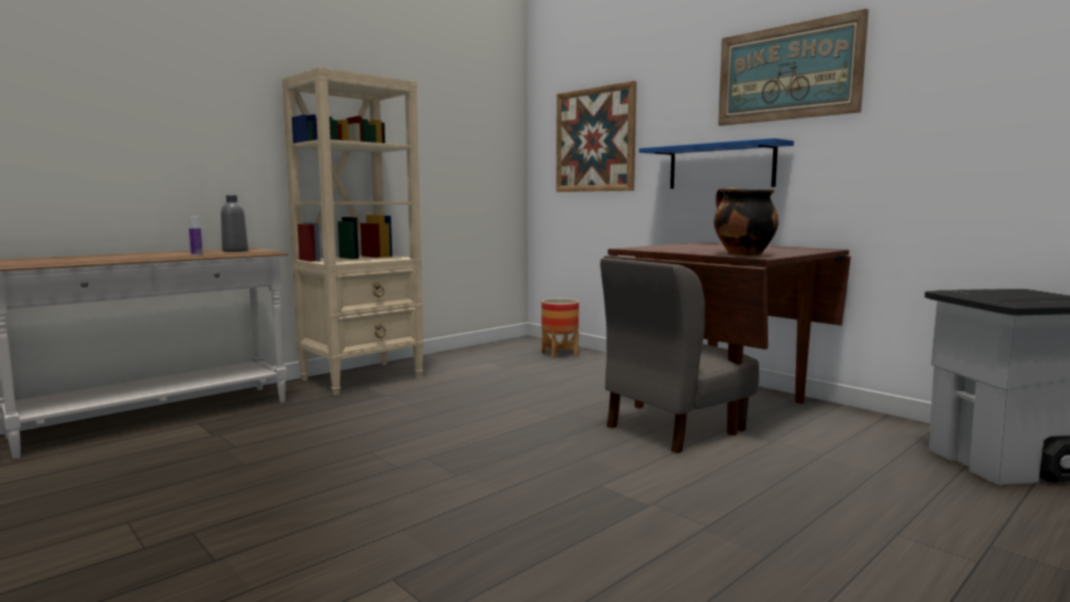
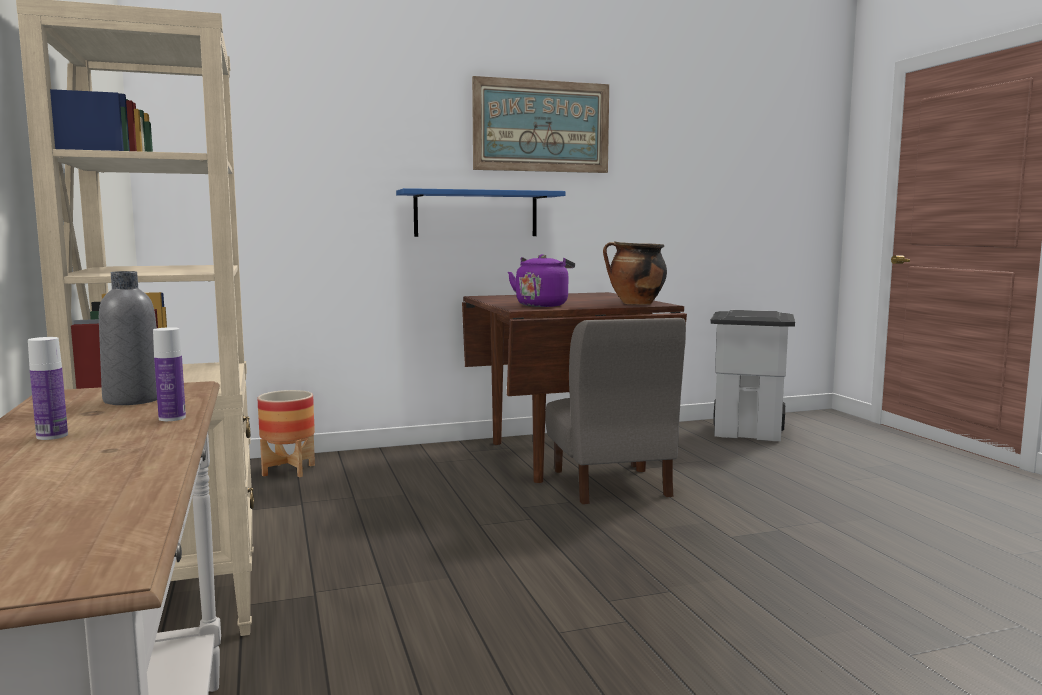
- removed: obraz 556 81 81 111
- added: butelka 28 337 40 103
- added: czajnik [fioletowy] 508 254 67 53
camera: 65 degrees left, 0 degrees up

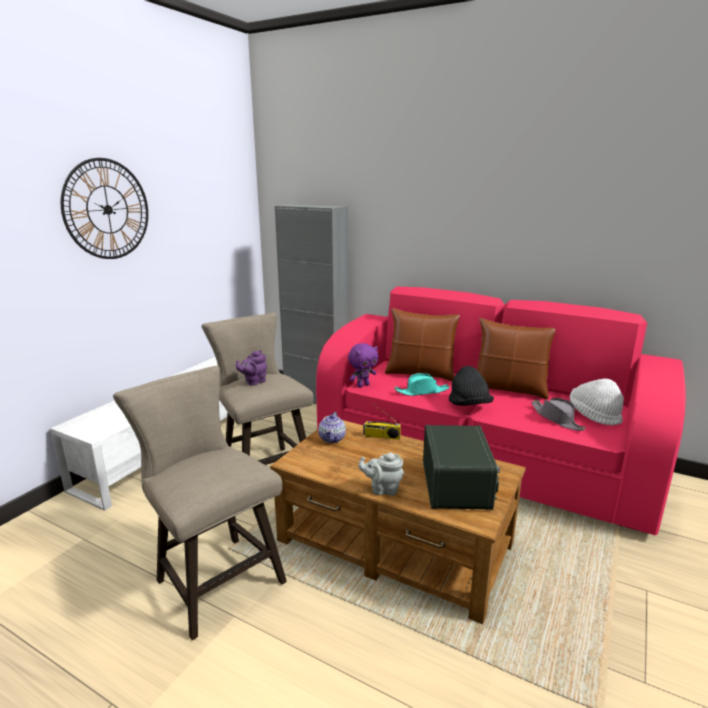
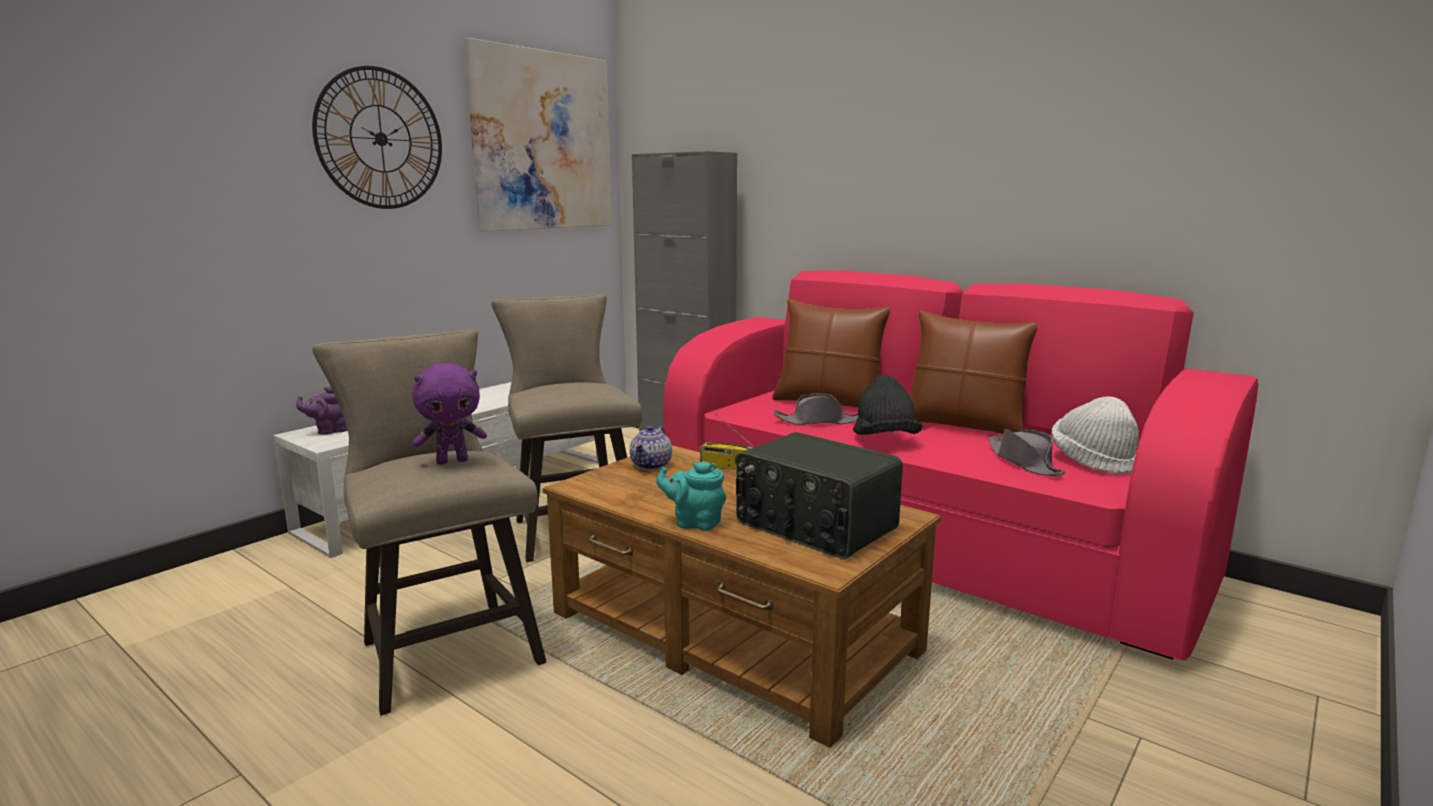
- moved: imbryk [fioletowy] 236 350 31 36 to 296 386 51 49
- moved: pluszak [fioletowy] 348 343 30 45 to 412 363 75 101
- recoloured: imbryk [szary] 358 453 46 43 to imbryk [turkusowy] 656 461 70 70
- recoloured: kapelusz [turkusowy] 394 373 56 23 to kapelusz [szary] 774 393 85 32
- turned: radio 423 425 77 85 = 736 432 167 127 120 degrees clockwise
- added: obraz 464 38 148 193
camera: 10 degrees right, 5 degrees down

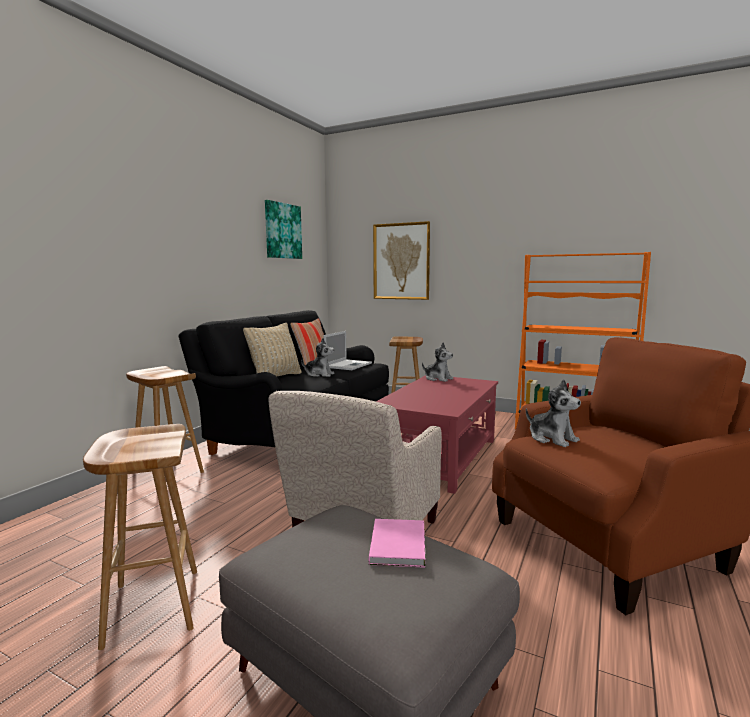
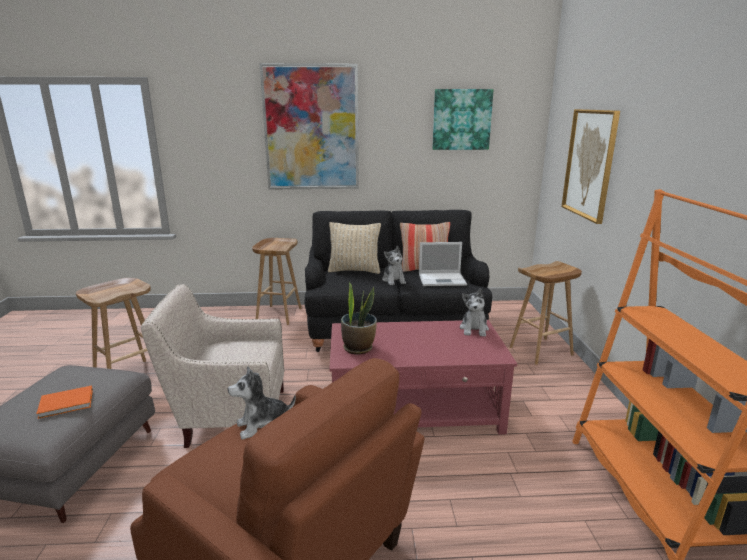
- recoloured: książka [różowy] 369 519 56 49 to książka [pomarańczowy] 36 385 57 34
- turned: pluszak 526 379 55 68 = 228 366 68 74 45 degrees clockwise
- added: obraz 259 63 100 126
- added: roślina doniczkowa 341 282 36 72
camera: 60 degrees right, 10 degrees up

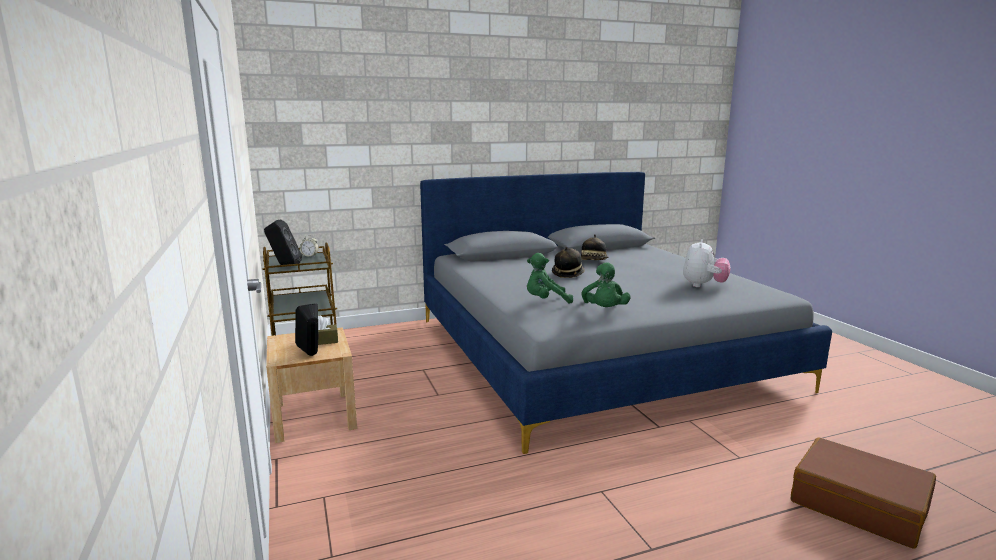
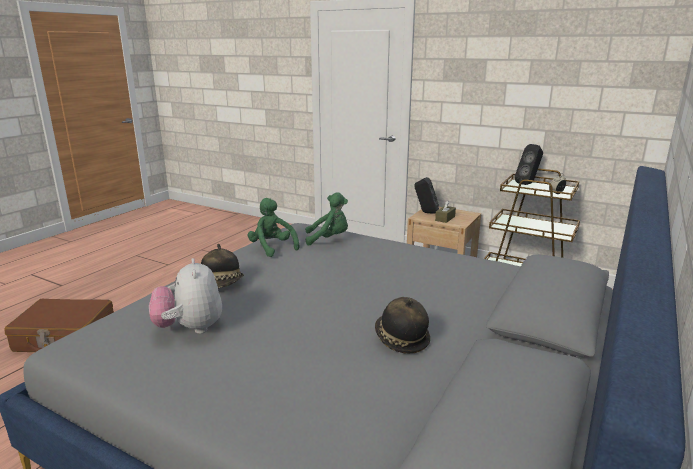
- turned: pluszak [zielony] 527 253 46 51 = 305 192 43 54 45 degrees clockwise
- moved: kapelusz 552 247 33 31 to 201 244 43 44
camera: 140 degrees right, 5 degrees up

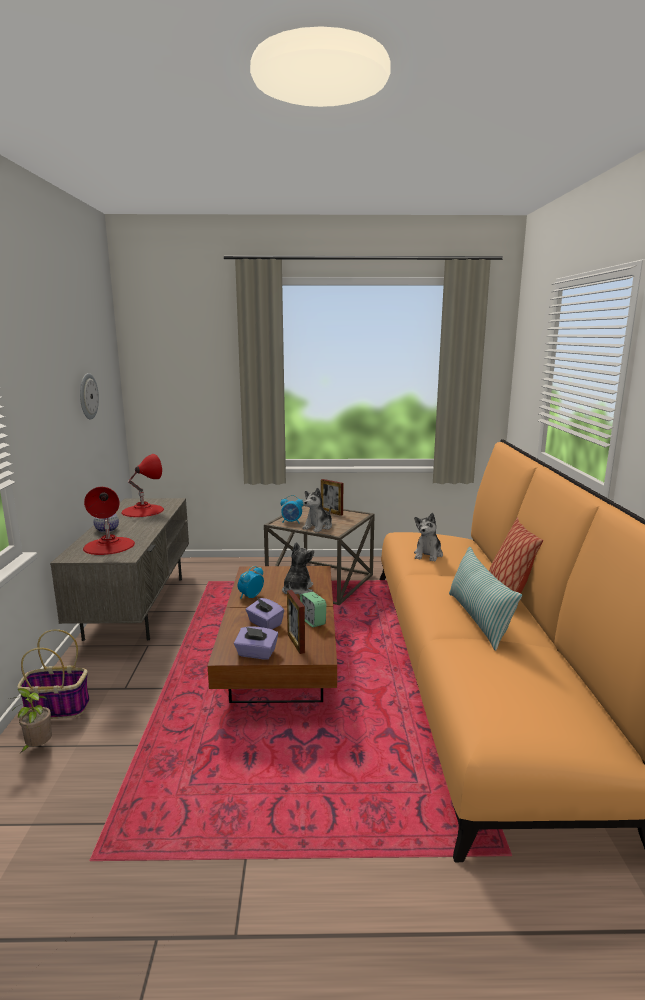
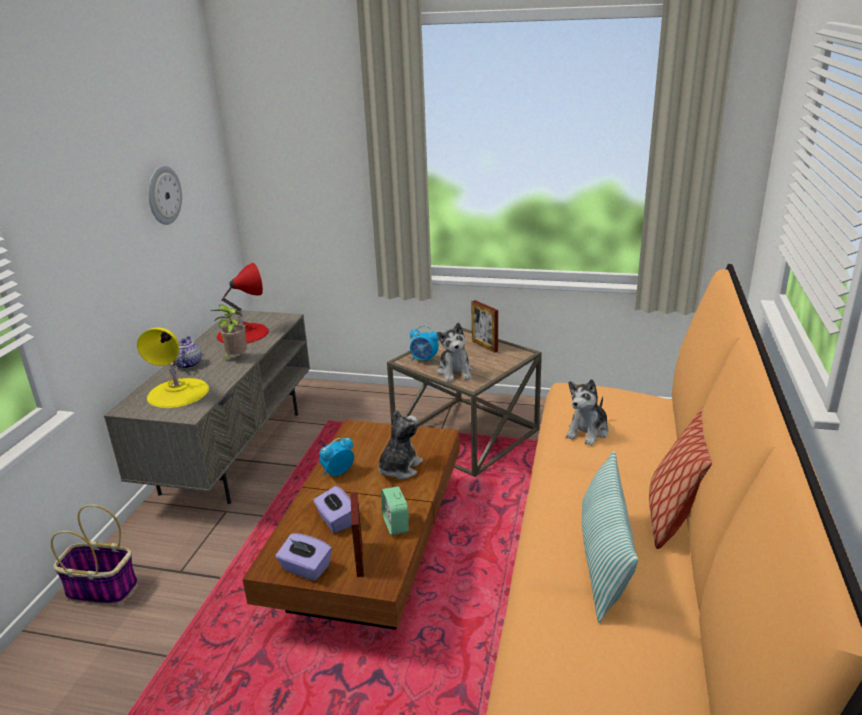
- moved: roślina doniczkowa 10 688 42 65 to 211 304 36 56
- recoloured: lampa stołowa [czerwony] 83 487 52 68 to lampa stołowa [żółty] 137 328 72 80
- turned: pluszak 302 488 30 44 = 437 323 35 59 60 degrees counterclockwise
camera: 15 degrees right, 10 degrees up

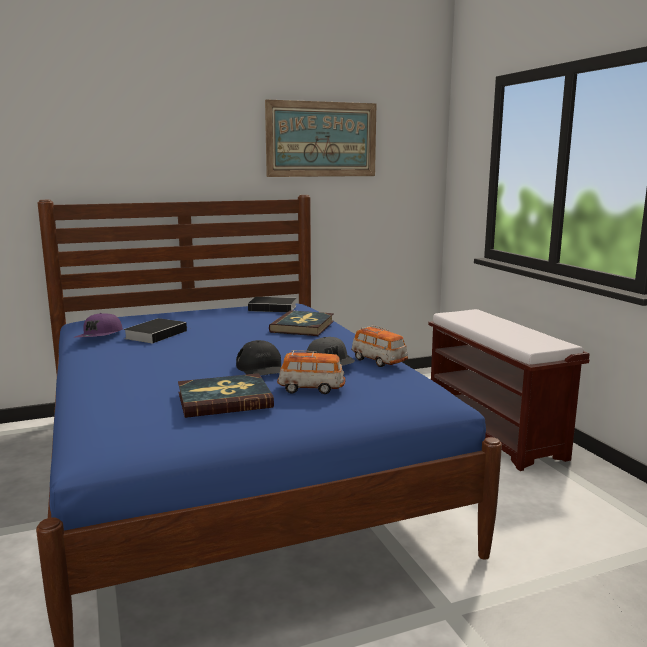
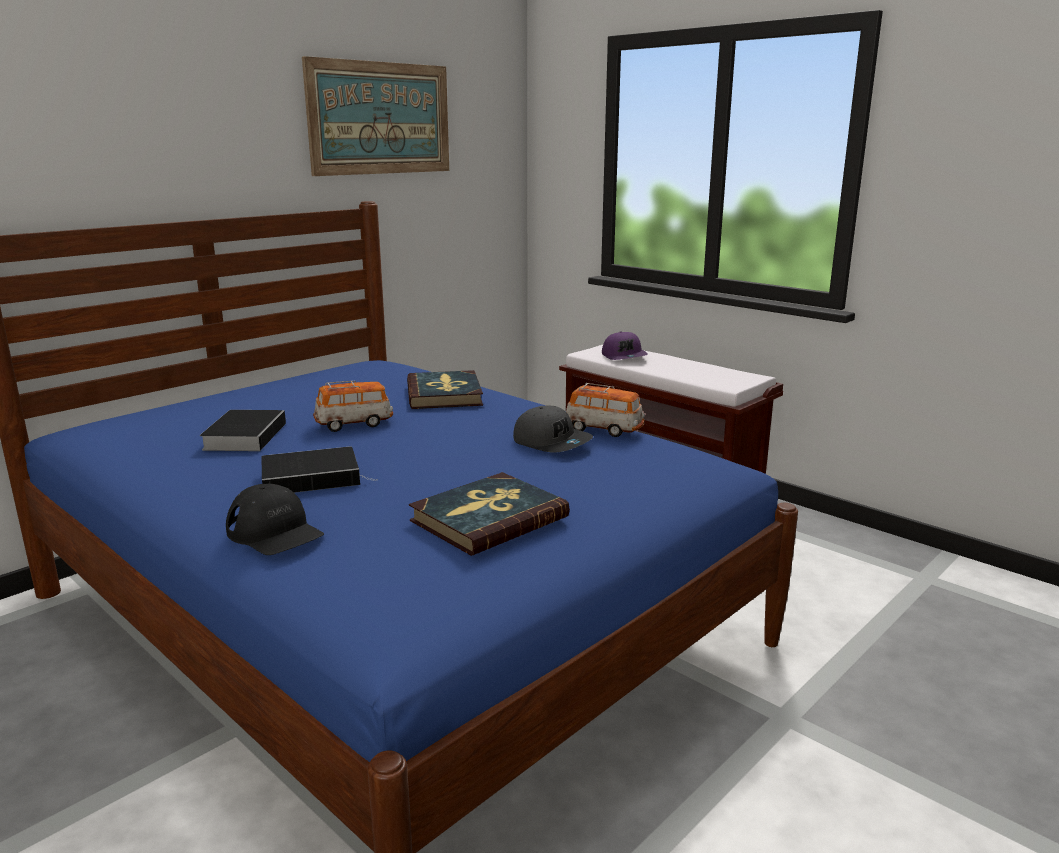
- moved: czapka z daszkiem [fioletowy] 75 313 48 24 to 602 332 46 28
- moved: czapka z daszkiem [czarny] 236 340 45 36 to 226 484 98 71
- moved: książka 248 297 49 15 to 261 446 117 47
- moved: samochodzik 277 350 69 44 to 313 380 80 52
camera: 25 degrees left, 5 degrees up

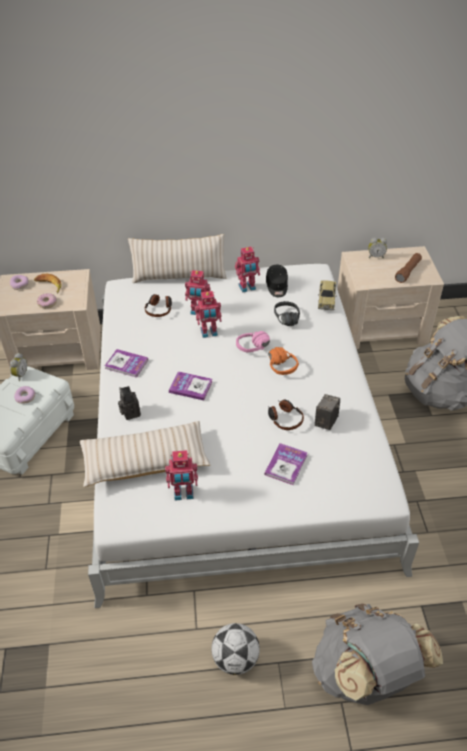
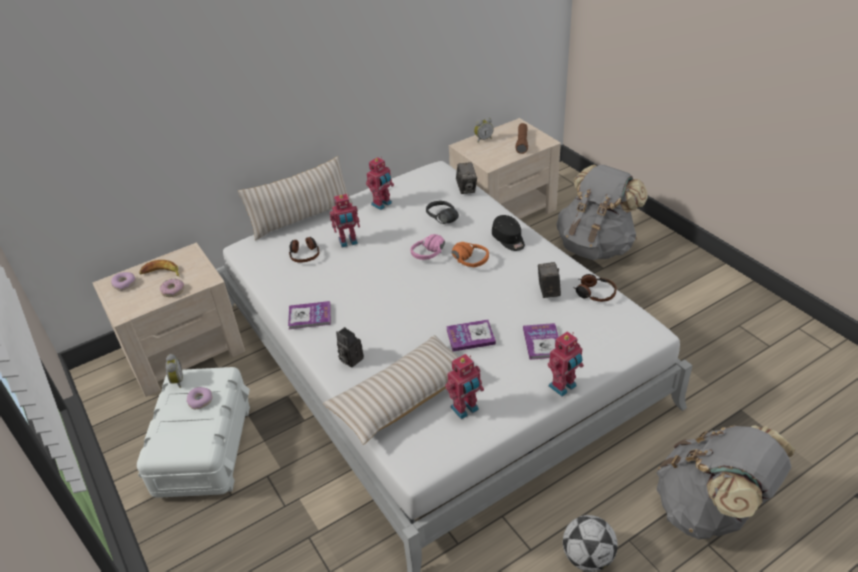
- moved: książka 169 371 44 29 to 446 319 50 33
- moved: robot zabawkowy 195 291 27 47 to 548 331 36 66
- moved: czapka z daszkiem [czarny] 266 265 22 32 to 492 215 33 36
- moved: słuchawki 268 400 36 30 to 573 274 44 28
- replaced: samochodzik 318 281 19 29 to aparat fotograficzny 456 162 21 32
camera: 25 degrees left, 5 degrees down

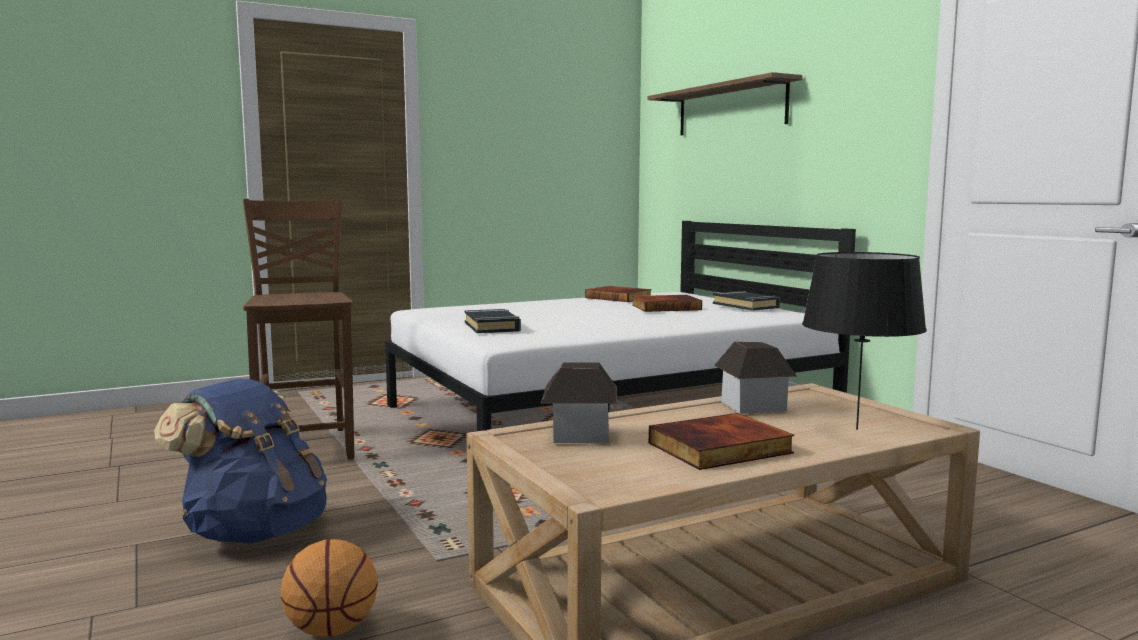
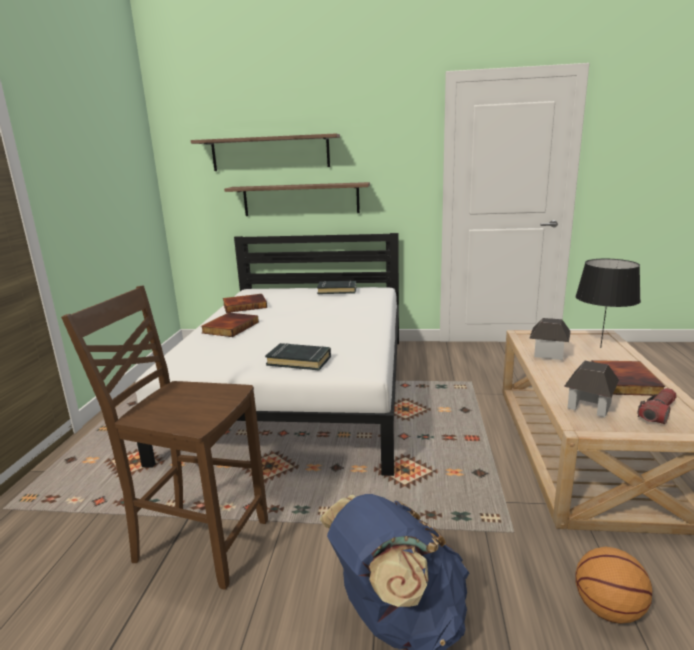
- moved: książka 632 295 70 17 to 201 313 58 24
- added: półka 224 182 146 34
- added: latarka 637 388 40 36
camera: 55 degrees left, 10 degrees up

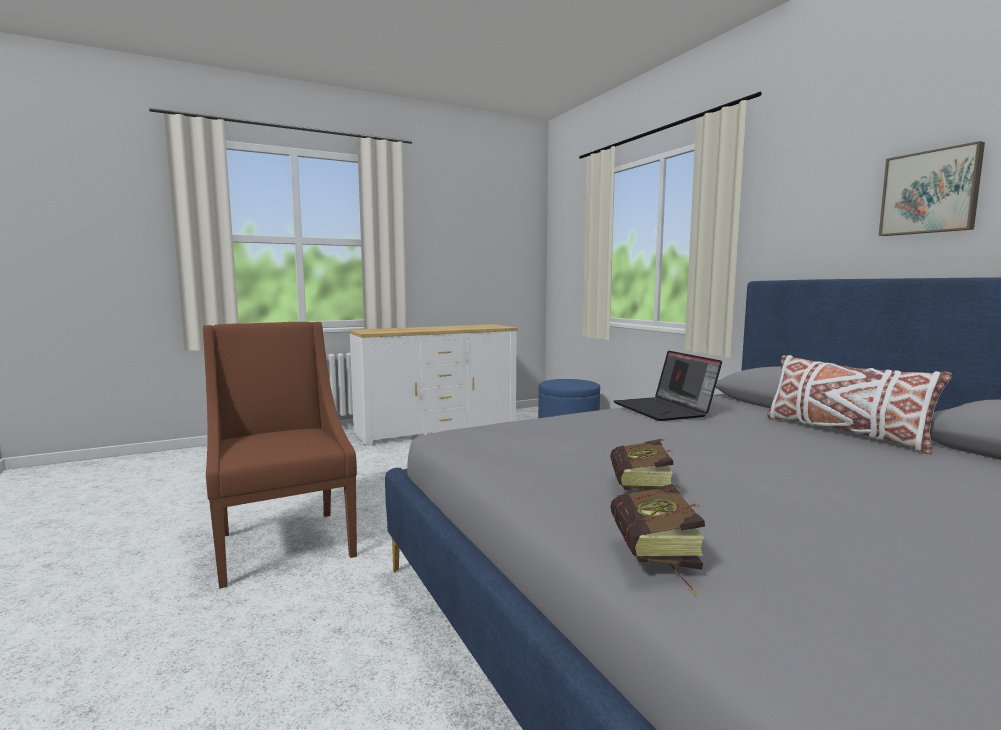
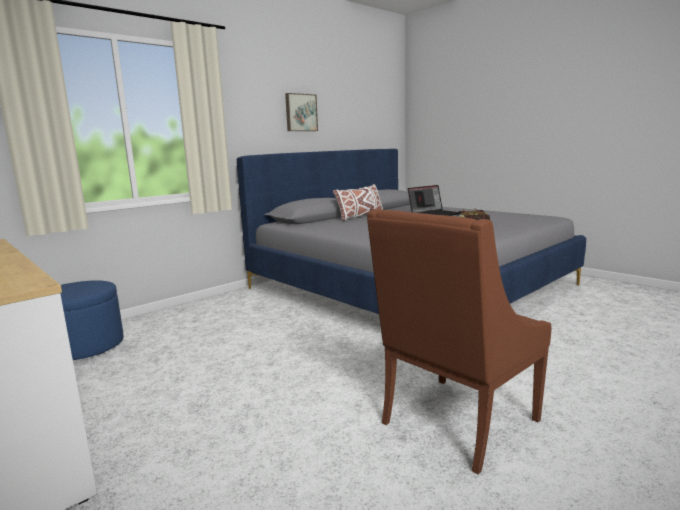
- removed: książka 610 484 95 110
- moved: laptop 614 351 108 70 to 408 185 52 31
camera: 105 degrees left, 5 degrees up

